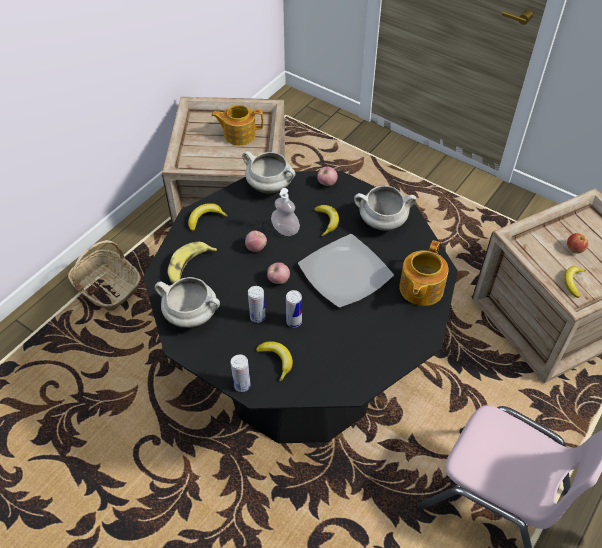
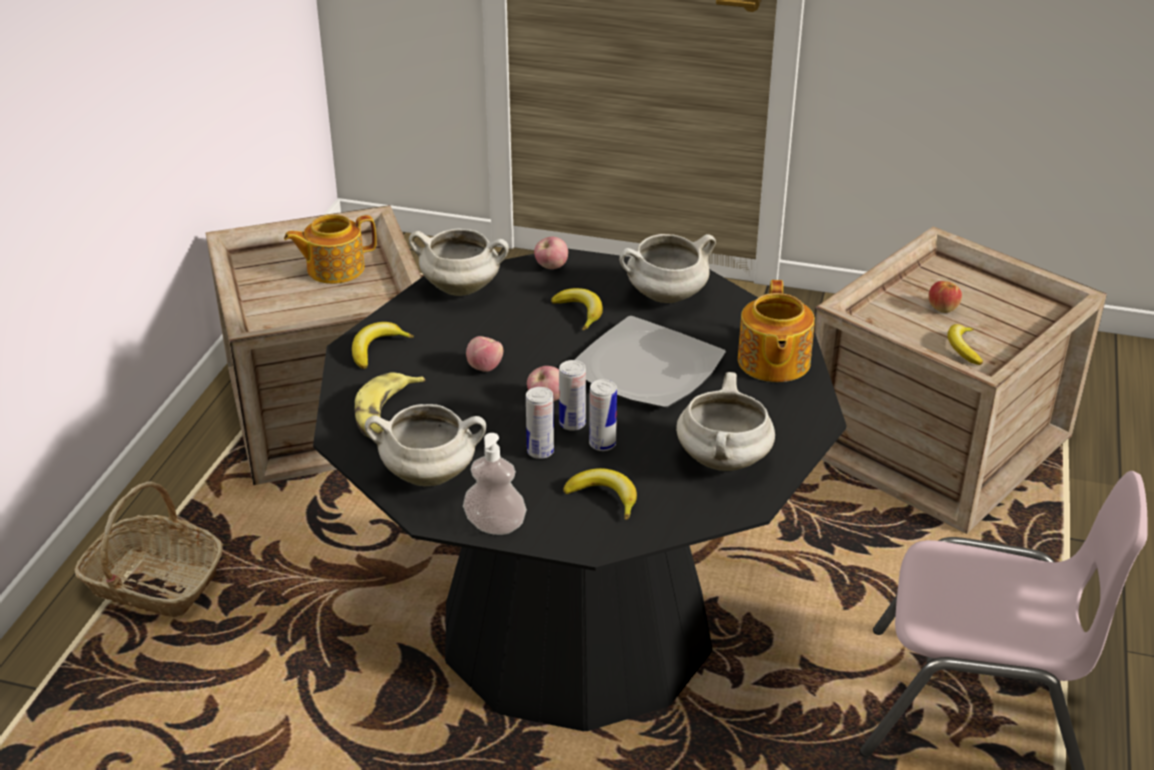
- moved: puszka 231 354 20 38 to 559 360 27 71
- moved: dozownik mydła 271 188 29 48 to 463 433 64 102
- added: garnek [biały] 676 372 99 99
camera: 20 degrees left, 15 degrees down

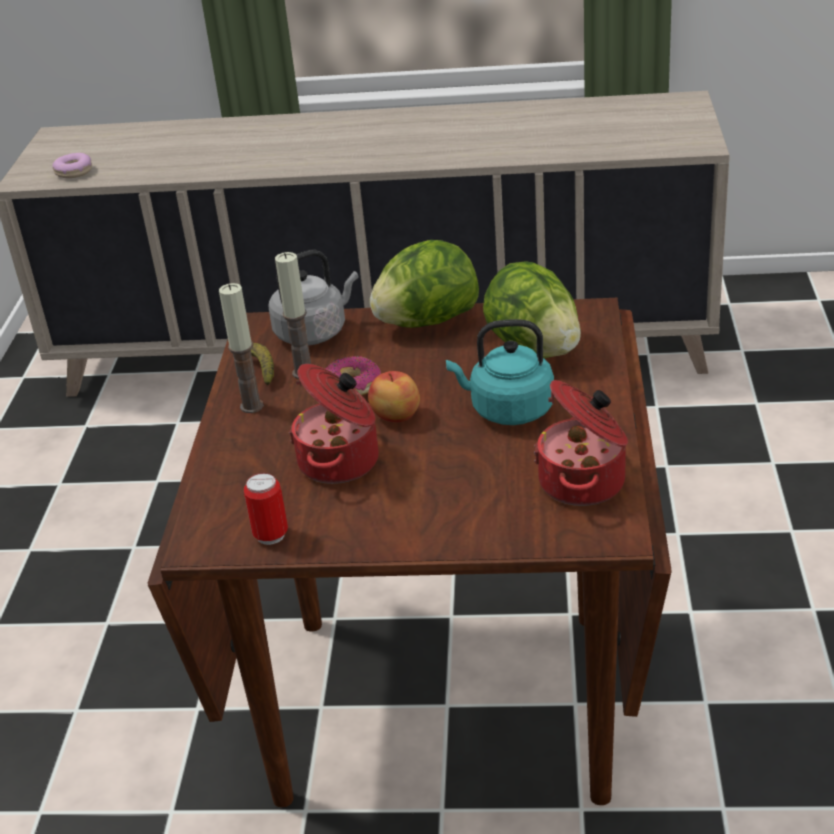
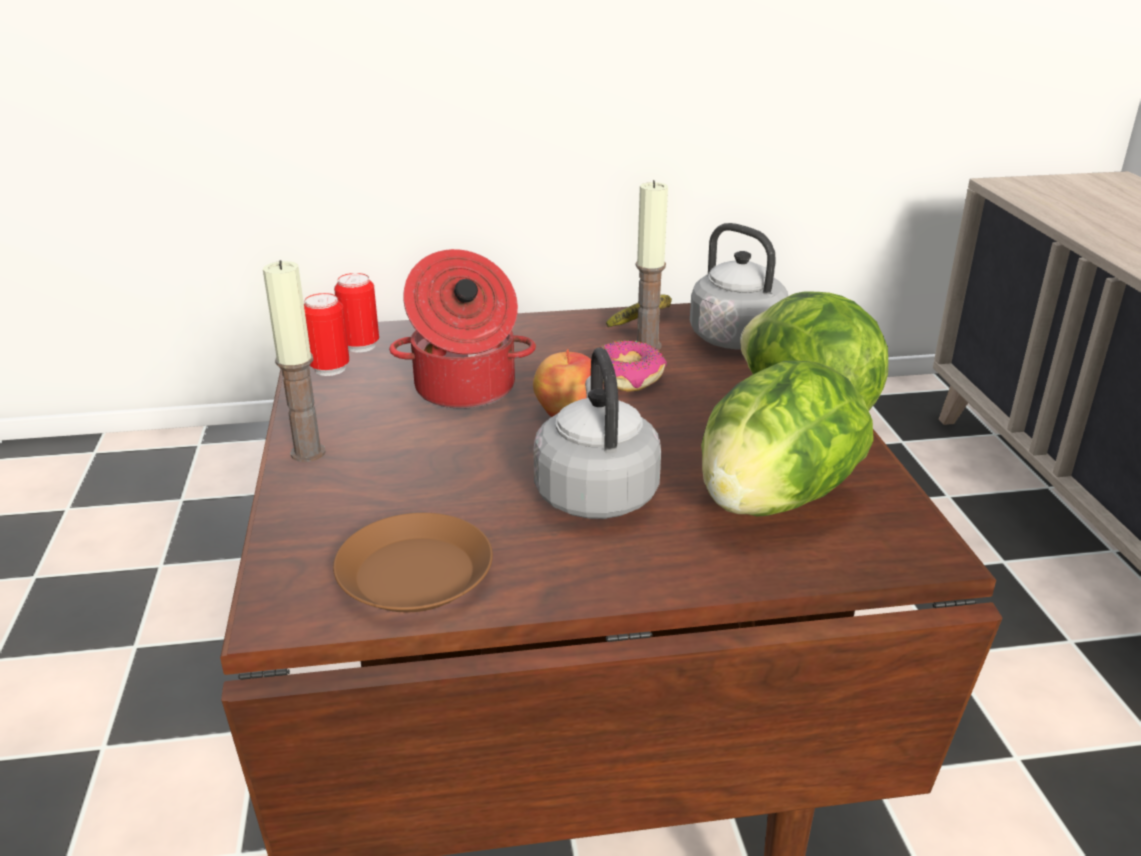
- removed: donut 52 153 40 25
- moved: świeca 219 283 45 130 to 263 260 63 202
- recoloured: czajnik [turkusowy] 446 319 109 106 to czajnik [szary] 533 347 128 172
- replaced: garnek 534 380 94 126 to talerz [brązowy] 333 513 160 99
- added: puszka 334 273 45 80
camera: 75 degrees right, 5 degrees down

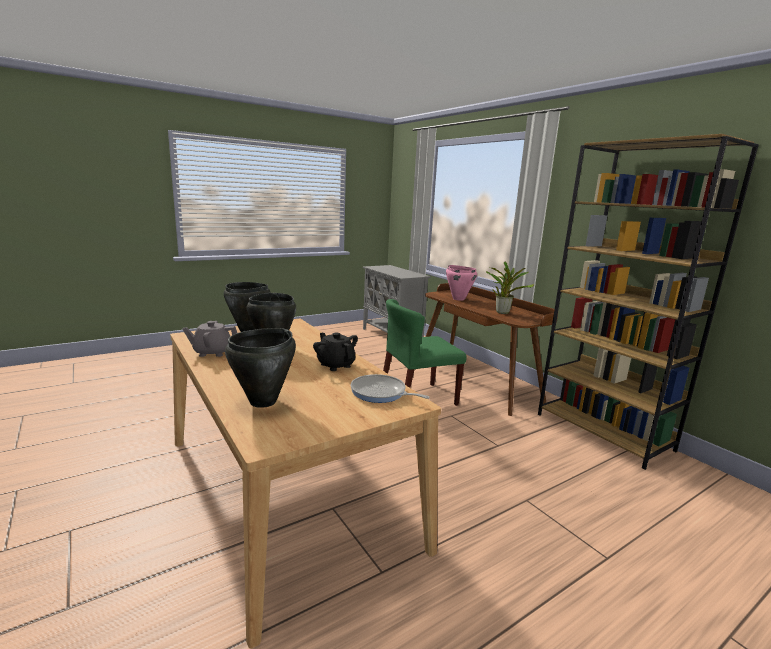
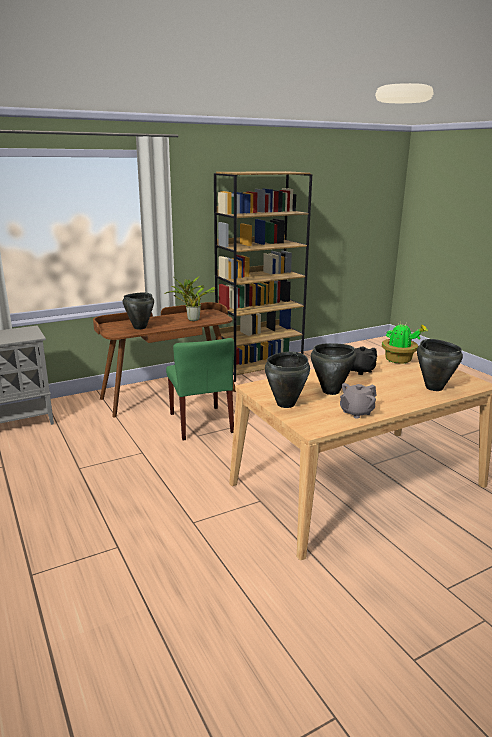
- turned: imbryk [szary] 182 321 55 36 = 340 383 36 36 60 degrees clockwise
- replaced: patelnia 351 374 79 29 to roślina doniczkowa 382 322 45 42
- recoloured: garnek [różowy] 446 265 31 36 to garnek [czarny] 123 293 31 36
camera: 85 degrees left, 5 degrees up

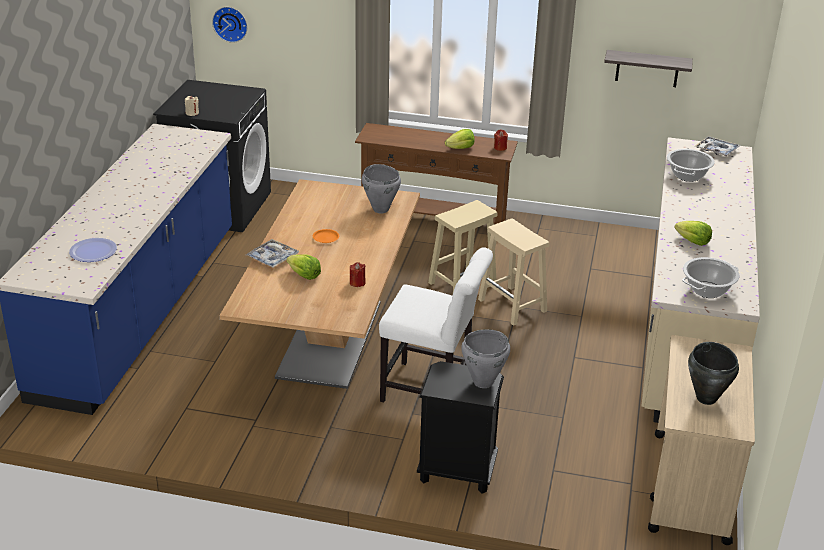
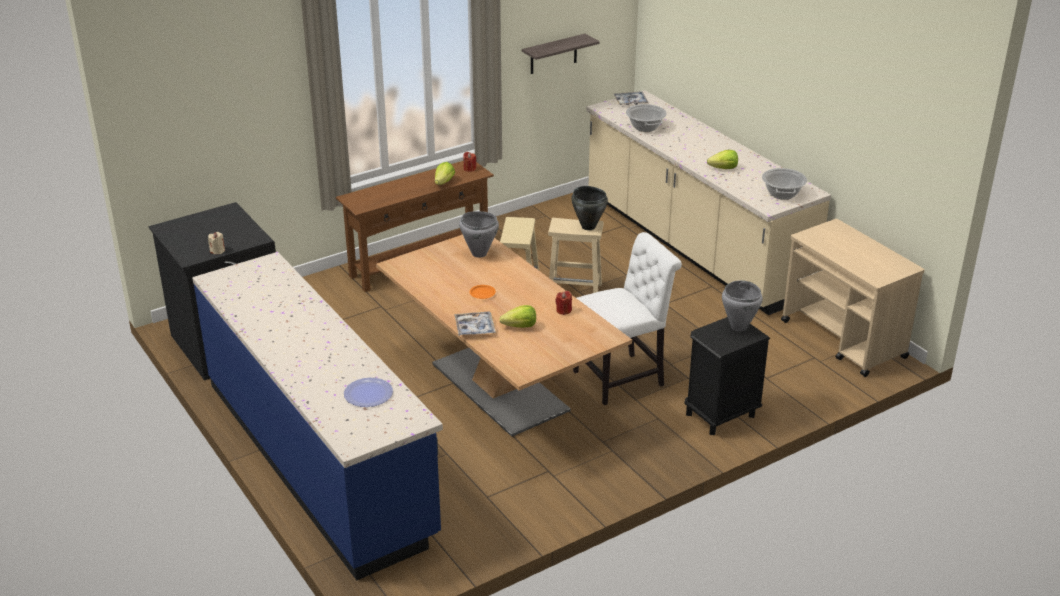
- removed: zegar ścienny 212 7 36 36
- moved: garnek [czarny] 688 342 51 63 to 571 186 37 44
camera: 45 degrees left, 0 degrees up

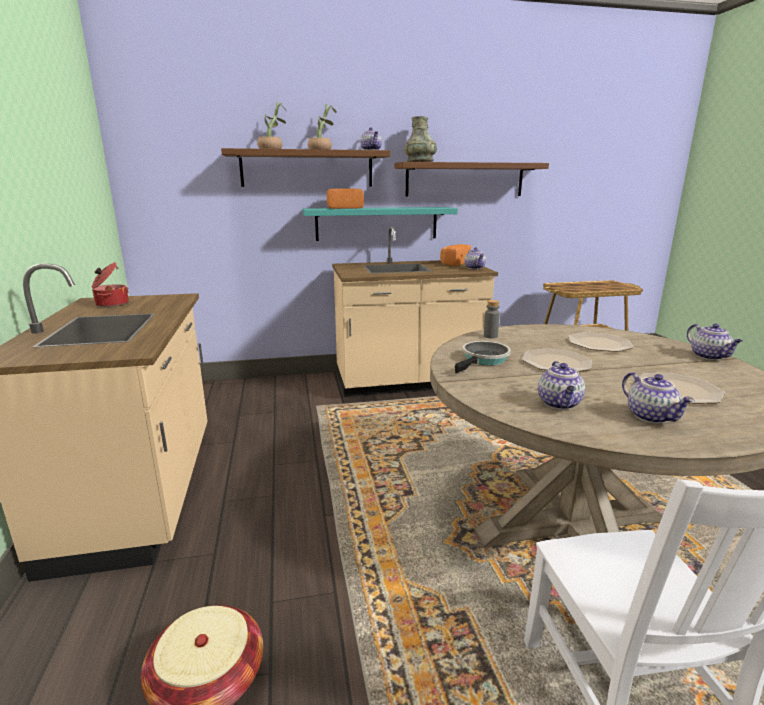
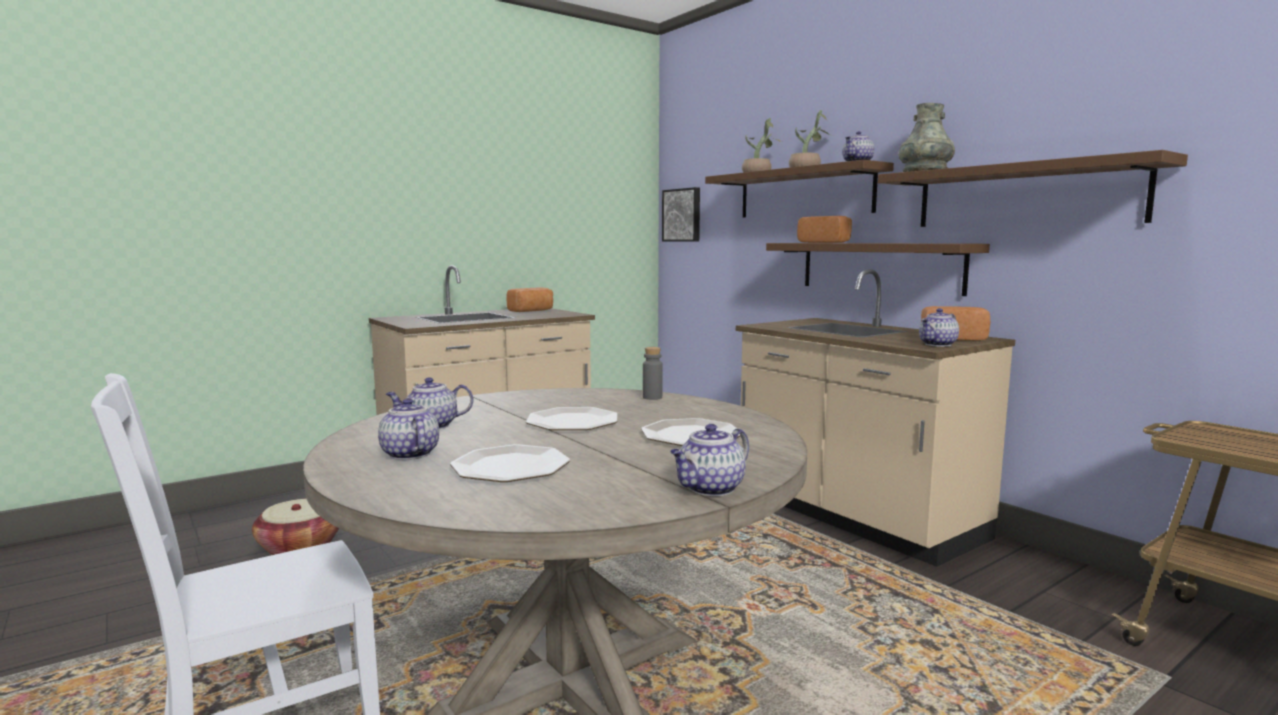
- replaced: garnek 92 262 37 45 to chleb 506 287 47 25
- recoloured: półka [turkusowy] 302 207 156 34 to półka [brązowy] 766 243 224 53
- removed: patelnia 455 341 56 32
- turned: imbryk 622 372 73 52 = 378 398 61 62 105 degrees clockwise
- added: obraz 662 187 38 55
camera: 65 degrees right, 10 degrees down

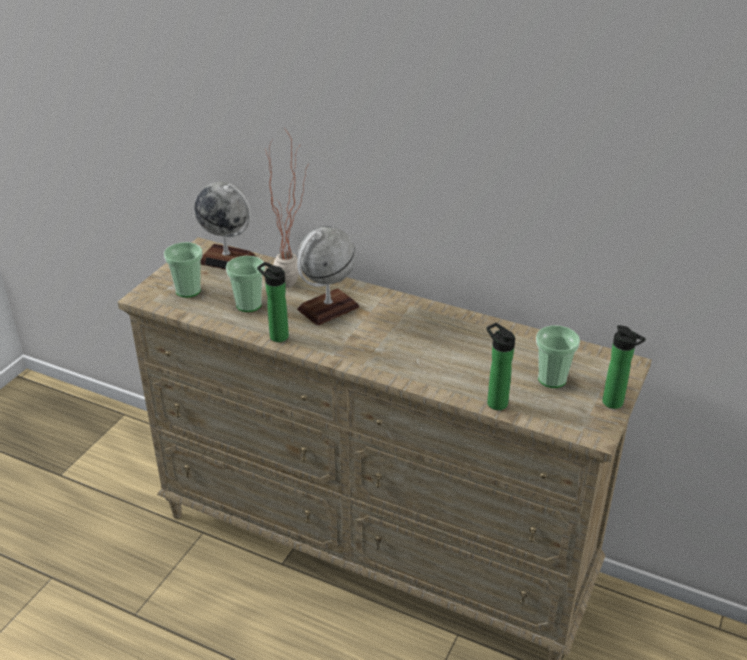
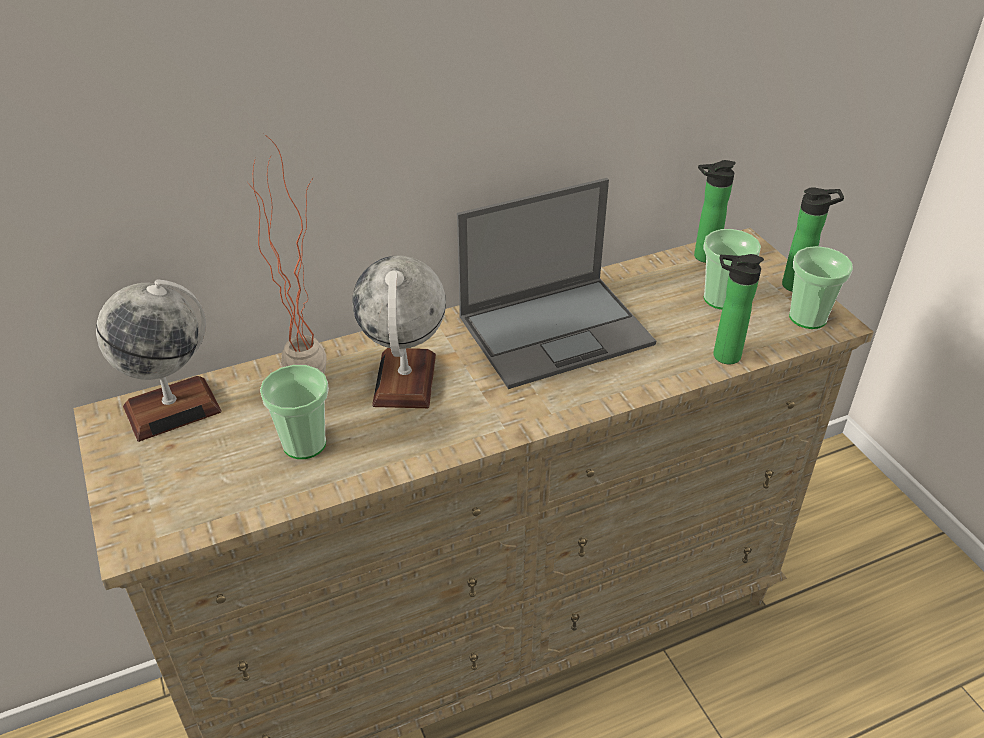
- moved: filiżanka 164 242 39 56 to 789 246 64 83
- moved: butelka 257 262 32 80 to 694 160 42 103
- added: laptop 457 178 199 211
camera: 50 degrees left, 5 degrees up

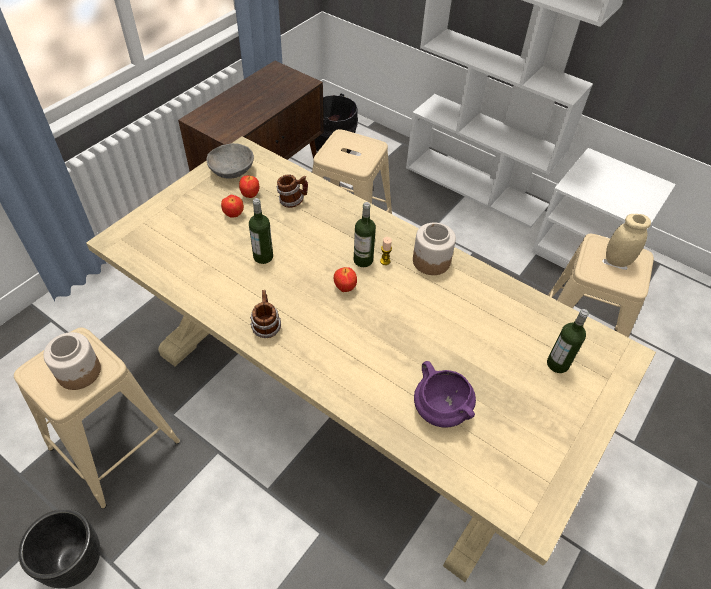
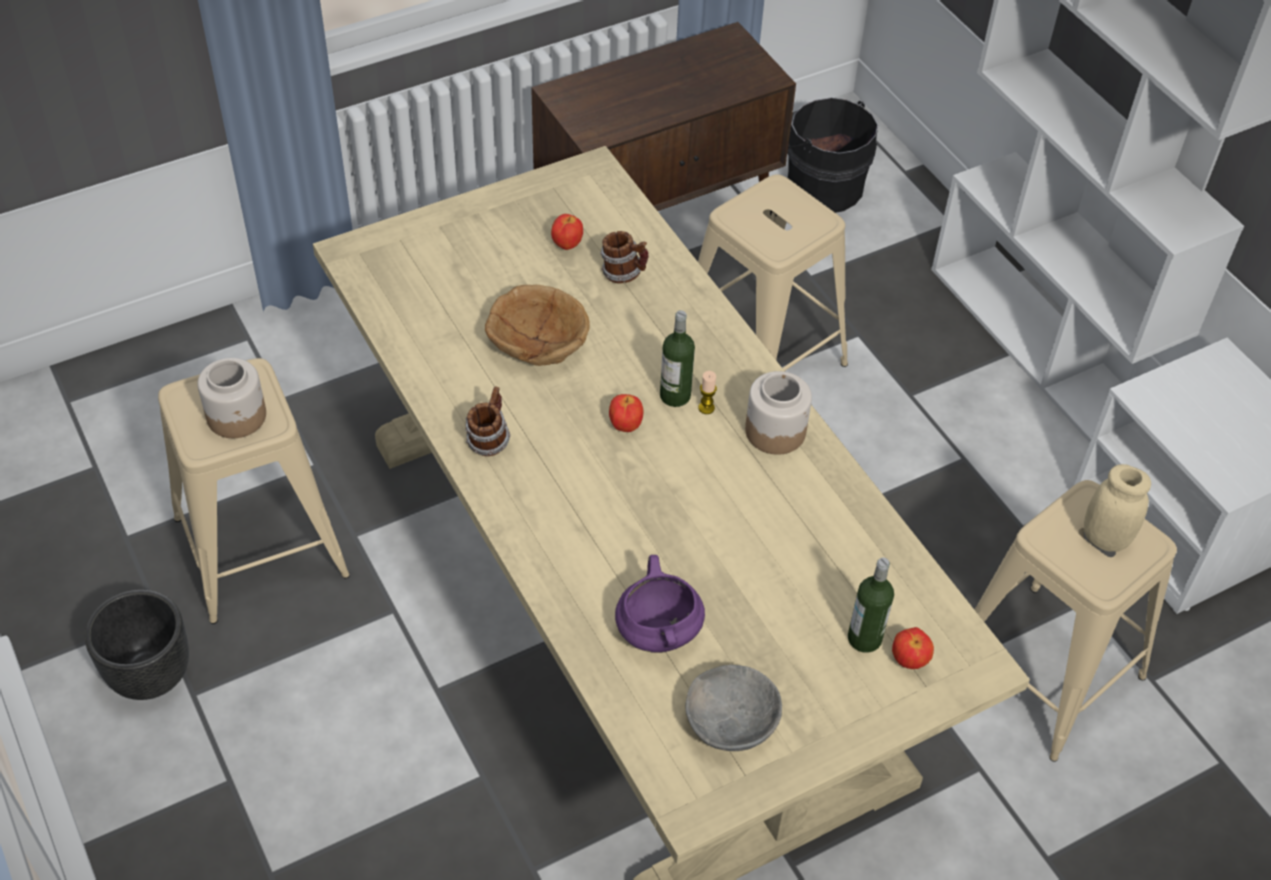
- moved: miska [szary] 207 143 47 36 to 685 665 97 86
- moved: jabłko 221 195 23 23 to 892 627 42 42
- replaced: butelka 249 198 24 66 to miska [brązowy] 485 285 104 81
camera: 25 degrees right, 0 degrees up

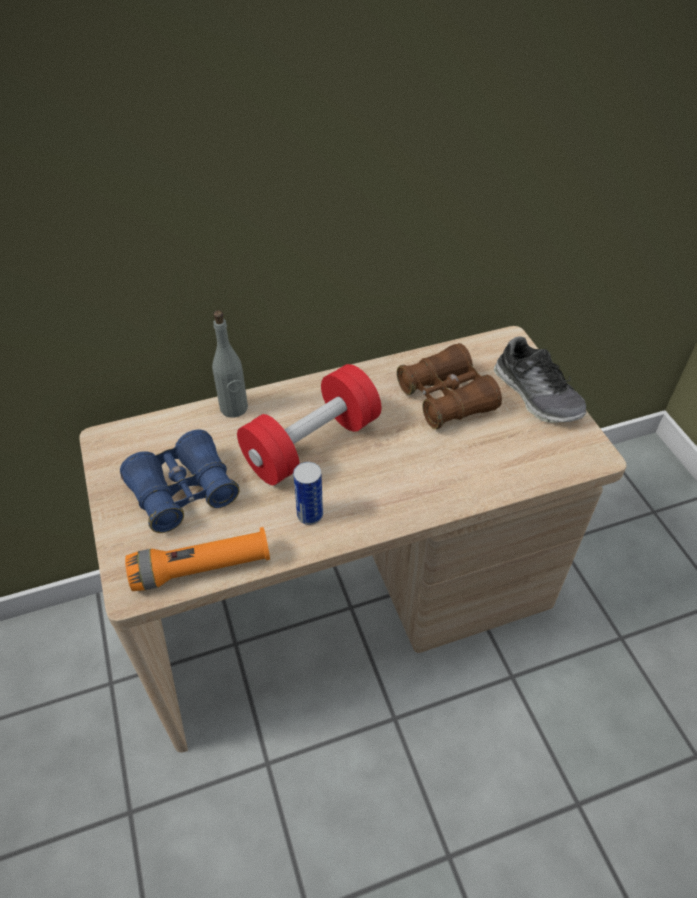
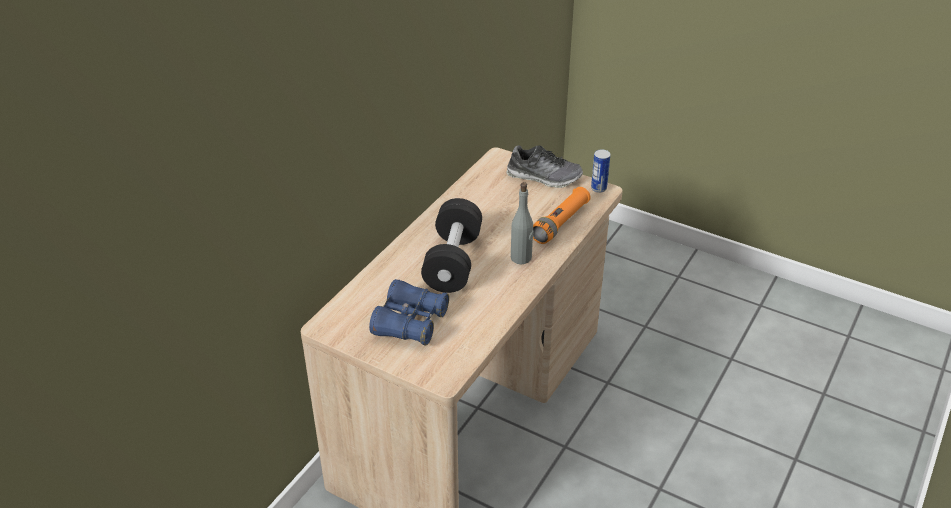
- moved: latarka [pomarańczowy] 125 527 145 64 to 533 187 58 57
- moved: butelka [szary] 212 310 36 108 to 511 182 23 82
- recoloured: hantel [czerwony] 237 364 144 121 to hantel [czarny] 421 198 61 95
- moved: puszka 293 462 30 63 to 591 149 19 44
- removed: lornetka [brązowy] 397 343 105 86
camera: 40 degrees left, 10 degrees down

